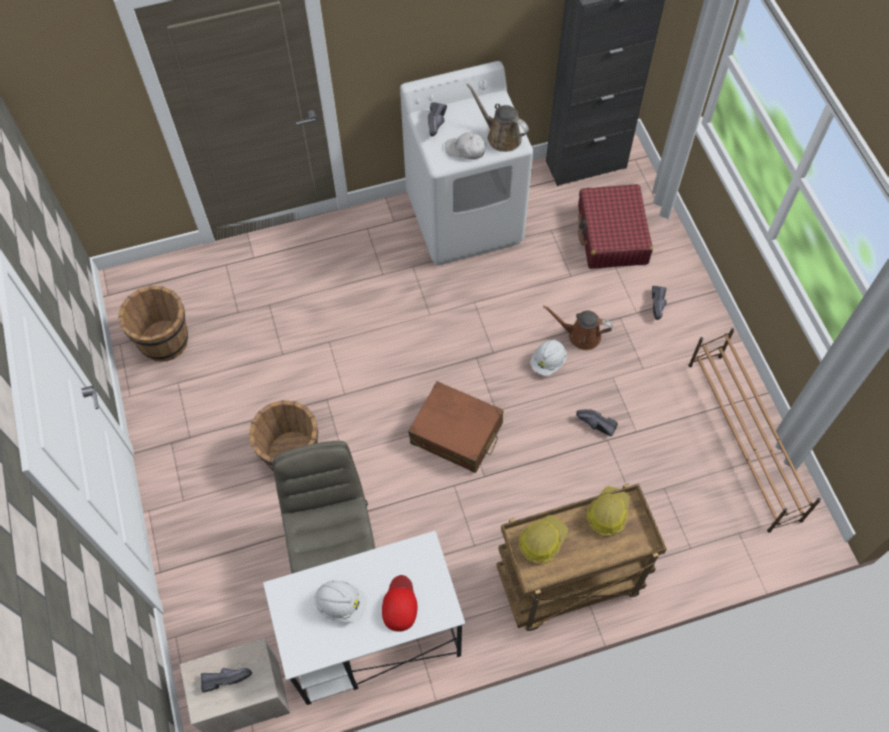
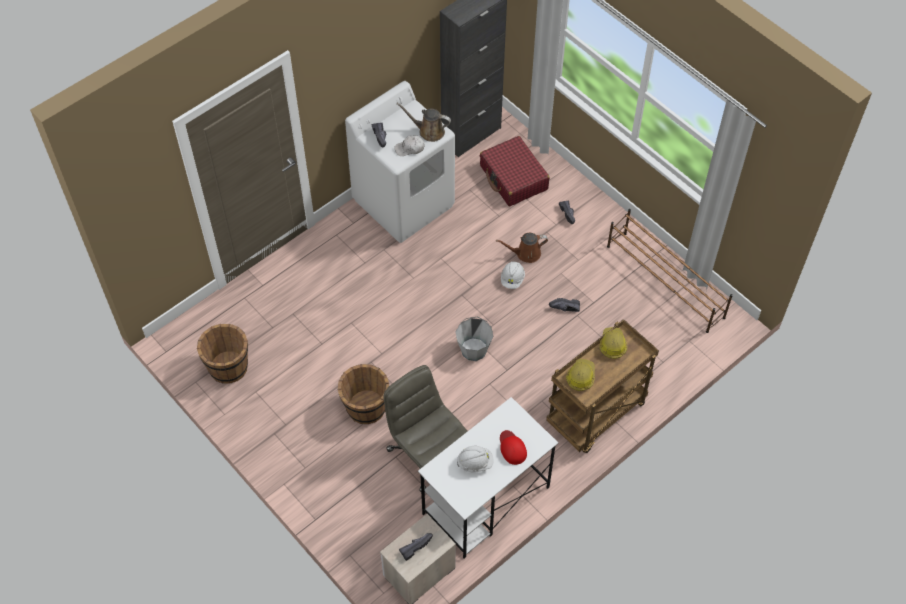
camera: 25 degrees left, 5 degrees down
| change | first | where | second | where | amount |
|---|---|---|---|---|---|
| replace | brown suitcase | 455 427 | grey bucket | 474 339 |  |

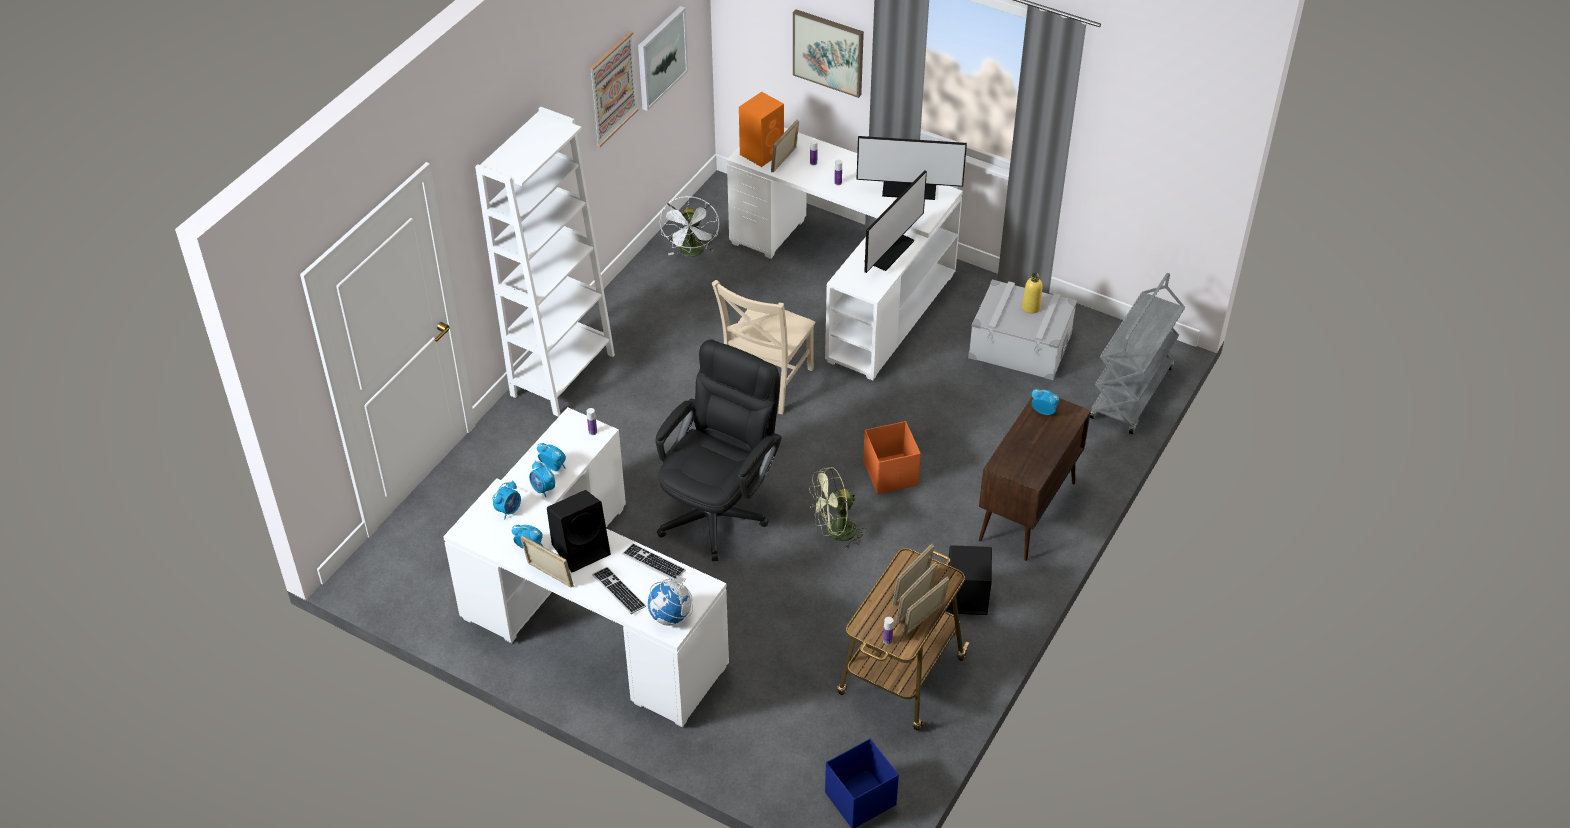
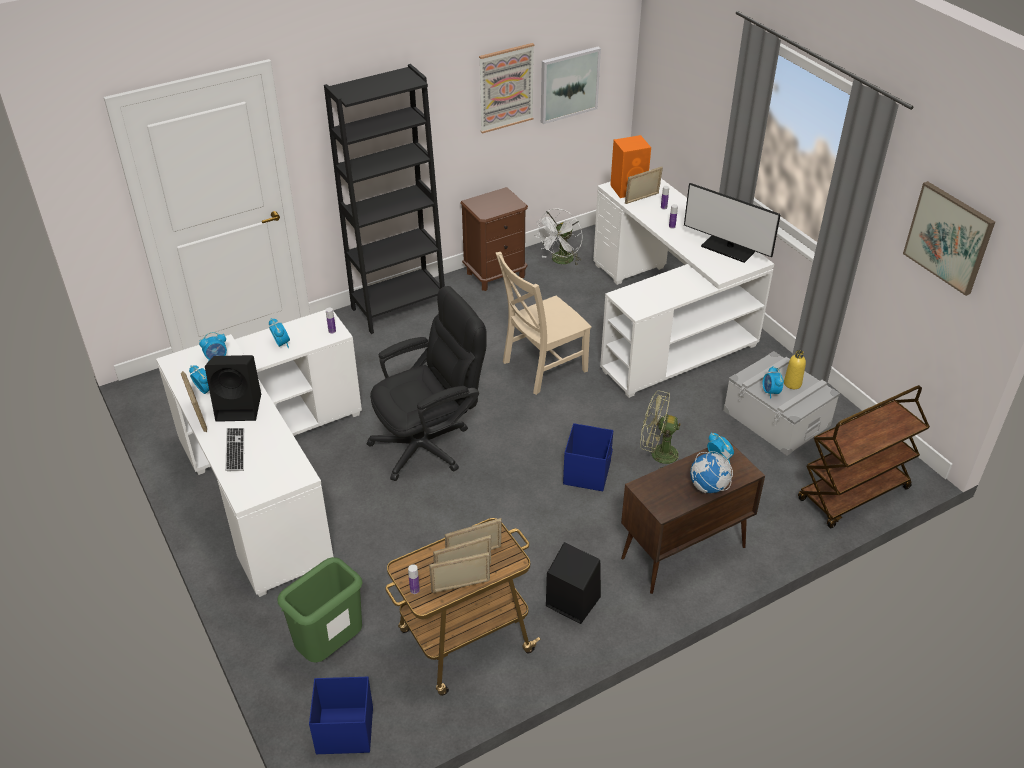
camera: 30 degrees right, 5 degrees down
| change | first | where | second | where | amount |
|---|---|---|---|---|---|
| move | picture | 828 53 |  | 949 238 |  |
| recolor | white bookcase | 545 262 | black bookcase | 384 199 |  |
| delete | monitor | 895 221 |  |  |  |
| recolor | grey cart | 1137 353 | brown cart | 864 456 |  |
| recolor | orange storage box | 892 457 | blue storage box | 588 457 |  |
| move | alarm clock | 542 478 |  | 773 382 |  |
| move | green fan | 838 508 |  | 660 430 |  |
| delete | keyboard | 654 561 |  |  |  |
| move | globe | 670 600 |  | 711 470 |  |
| insert |  |  | brown nightstand | 494 239 |  |
| insert |  |  | green trash can | 320 610 |  |

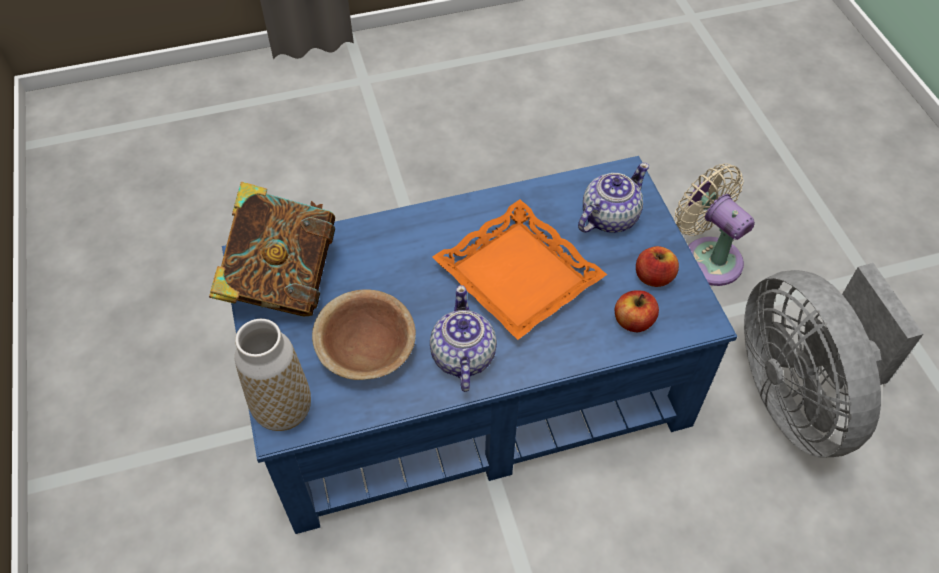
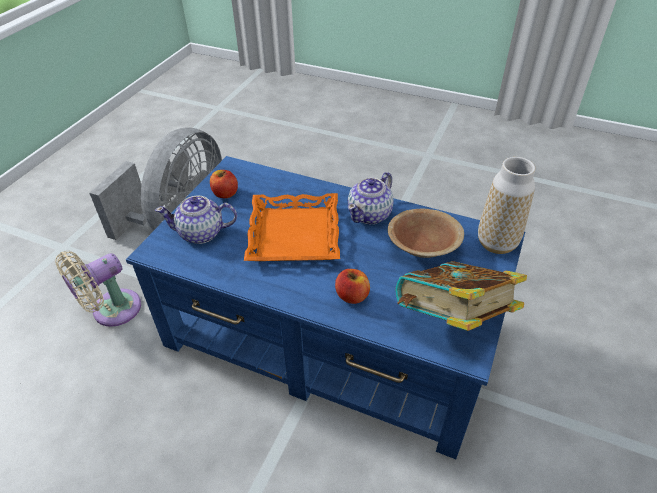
camera: 140 degrees left, 10 degrees down
| change | first | where | second | where | amount |
|---|---|---|---|---|---|
| rotate | beige fan | 714 225 |  | 98 289 | 45 degrees clockwise |
| move | apple | 637 311 |  | 352 286 |  |

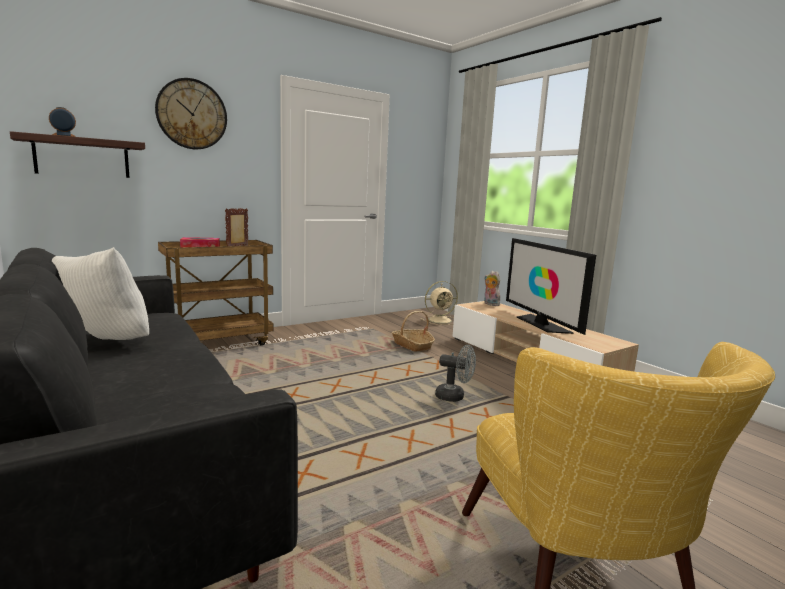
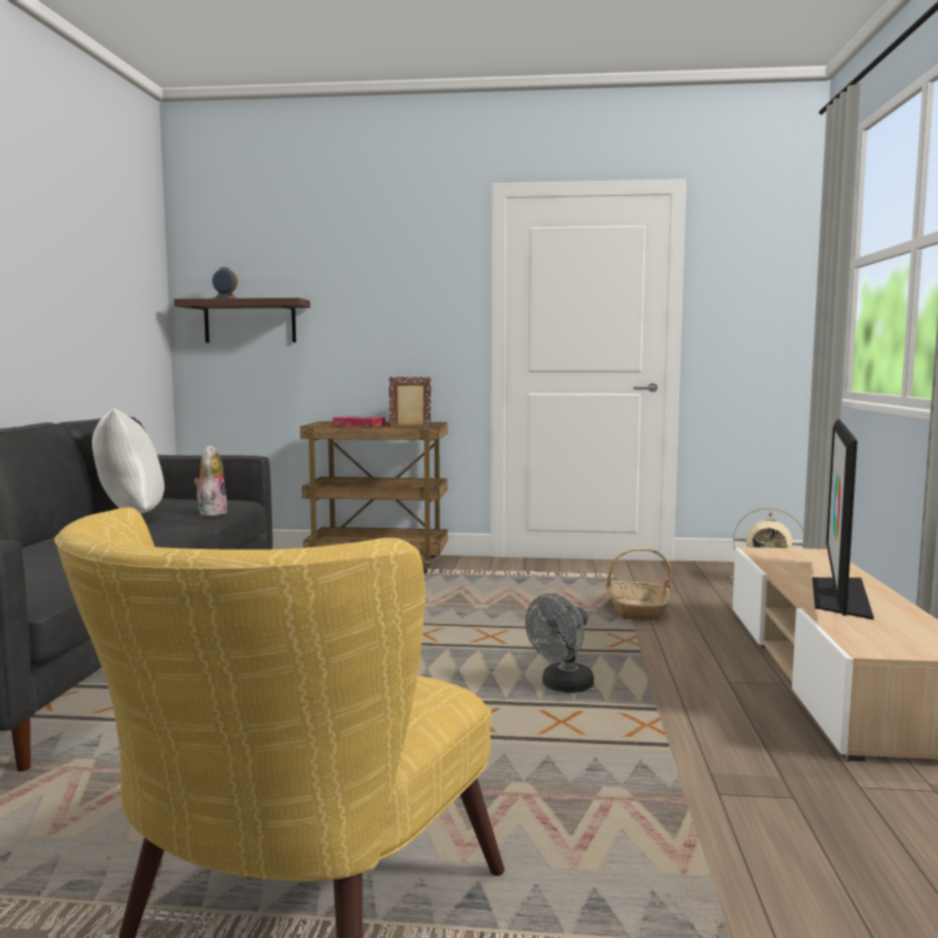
camera: 40 degrees right, 5 degrees down
| change | first | where | second | where | amount |
|---|---|---|---|---|---|
| delete | wall clock | 191 113 |  |  |  |
| move | plush toy | 492 288 |  | 211 480 |  |
| rotate | grey fan | 455 373 |  | 559 643 | 75 degrees clockwise |

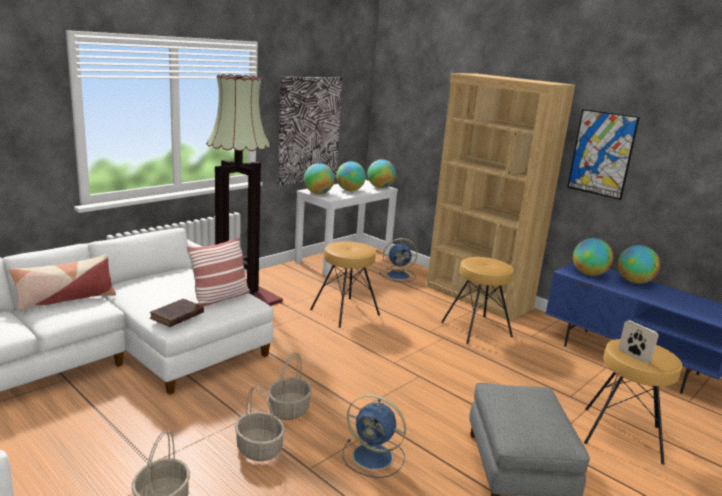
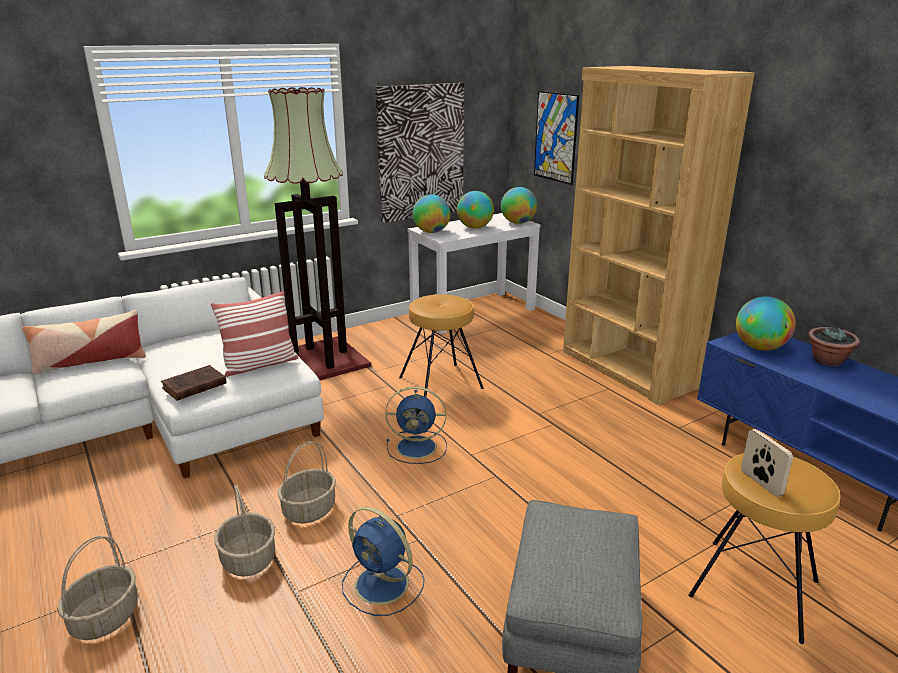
camera: 15 degrees right, 5 degrees up
| change | first | where | second | where | amount |
|---|---|---|---|---|---|
| move | picture | 603 154 |  | 556 138 |  |
| move | blue fan | 398 260 |  | 416 425 |  |
| replace | globe | 639 264 | potted plant | 834 347 |  |
| delete | brown stool | 477 300 |  |  |  |

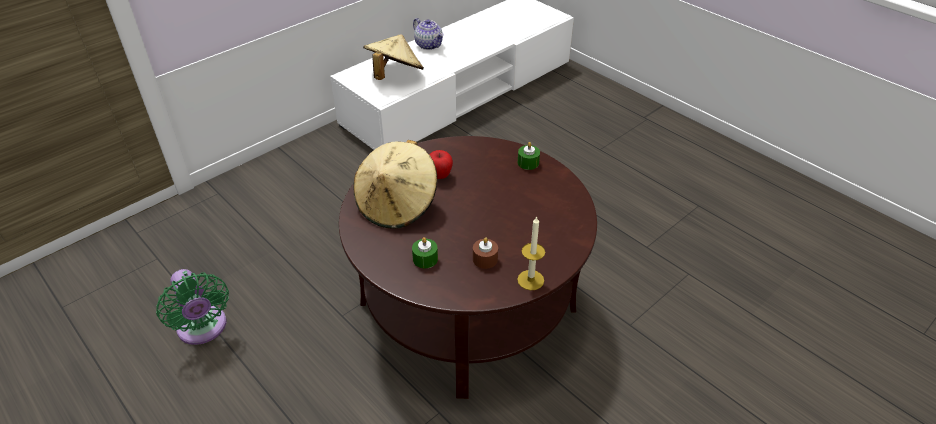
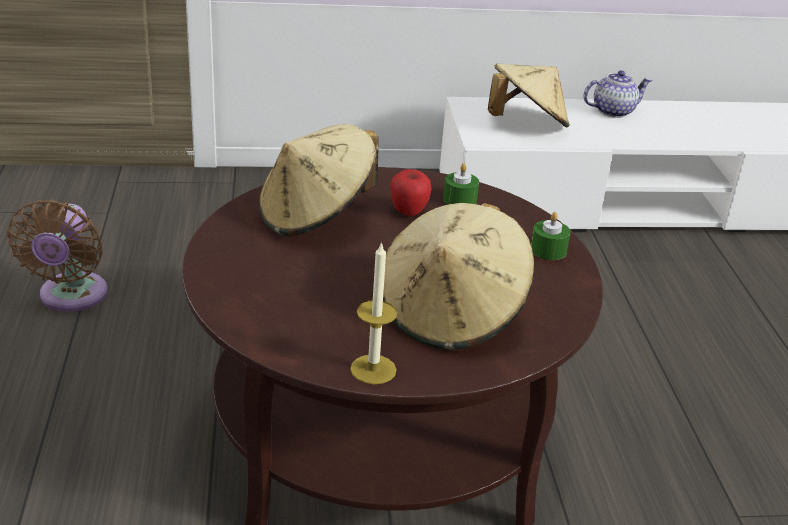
camera: 35 degrees right, 10 degrees down
| change | first | where | second | where | amount |
|---|---|---|---|---|---|
| rotate | teapot | 428 34 |  | 618 94 | 105 degrees counterclockwise |
| move | green candle | 425 252 |  | 461 184 |  |
| delete | brown candle | 485 253 |  |  |  |
| recolor | green fan | 192 307 | brown fan | 57 256 |  |
| insert |  |  | beige hat | 458 276 |  |

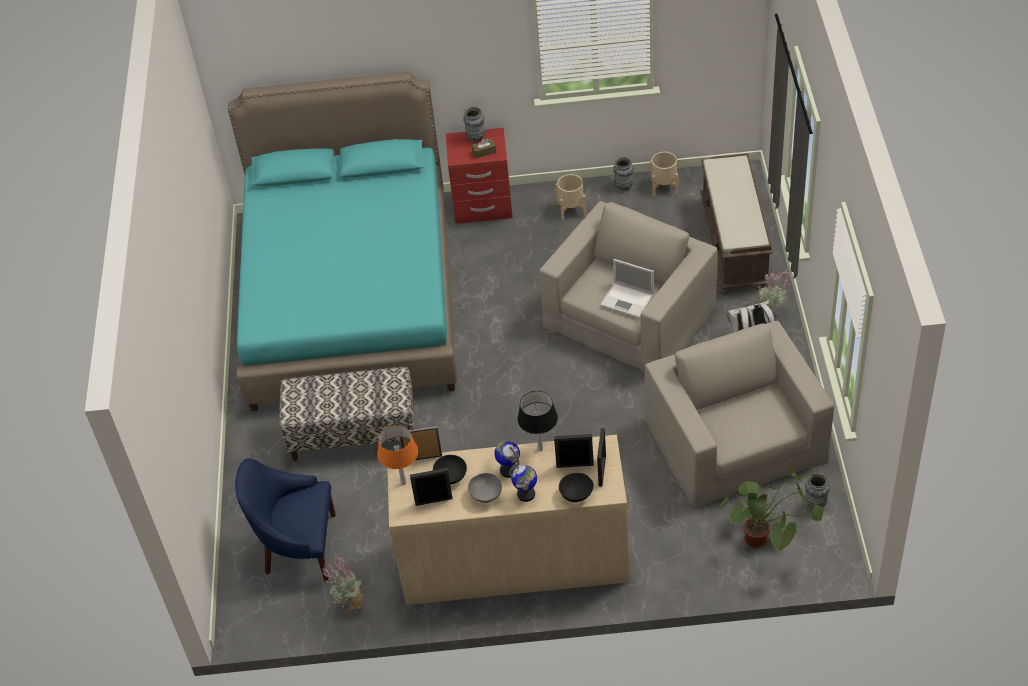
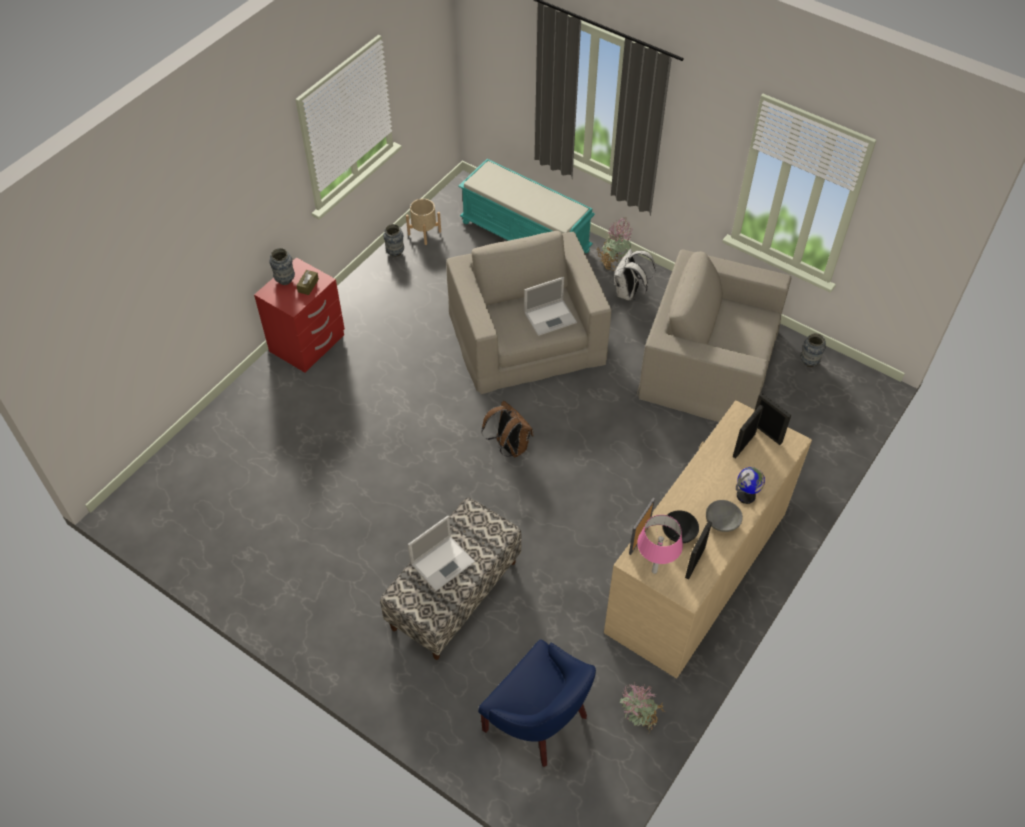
camera: 55 degrees left, 5 degrees up
| change | first | where | second | where | amount |
|---|---|---|---|---|---|
| delete | turquoise bed | 343 241 |  |  |  |
| recolor | brown bench | 736 223 | turquoise bench | 526 206 |  |
| delete | beige planter | 571 197 |  |  |  |
| delete | black table lamp | 538 421 |  |  |  |
| recolor | orange table lamp | 397 455 | pink table lamp | 660 544 |  |
| delete | globe | 507 459 |  |  |  |
| rotate | blue armchair | 285 519 |  | 537 703 | 90 degrees counterclockwise |
| delete | potted plant | 771 509 |  |  |  |
| delete | black bowl | 576 487 |  |  |  |
| insert |  |  | brown backpack | 507 429 |  |
| insert |  |  | laptop | 441 553 |  |

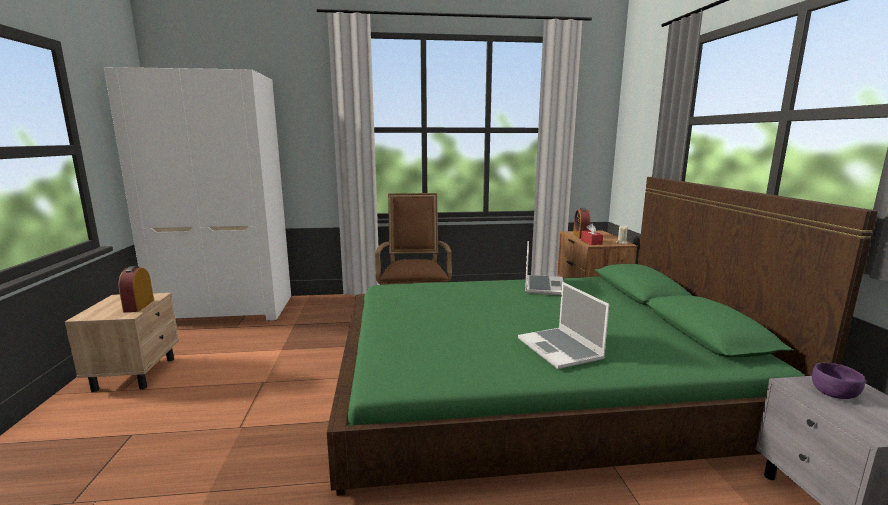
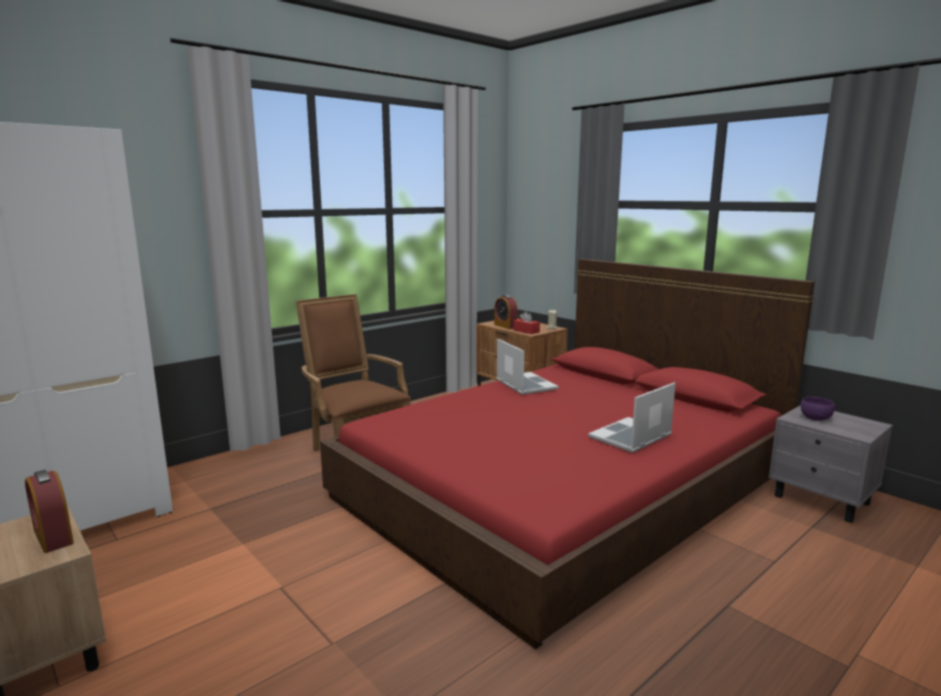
camera: 35 degrees left, 0 degrees up
| change | first | where | second | where | amount |
|---|---|---|---|---|---|
| recolor | green bed | 602 336 | red bed | 567 454 |  |
| rotate | laptop | 564 325 |  | 632 417 | 105 degrees clockwise |

